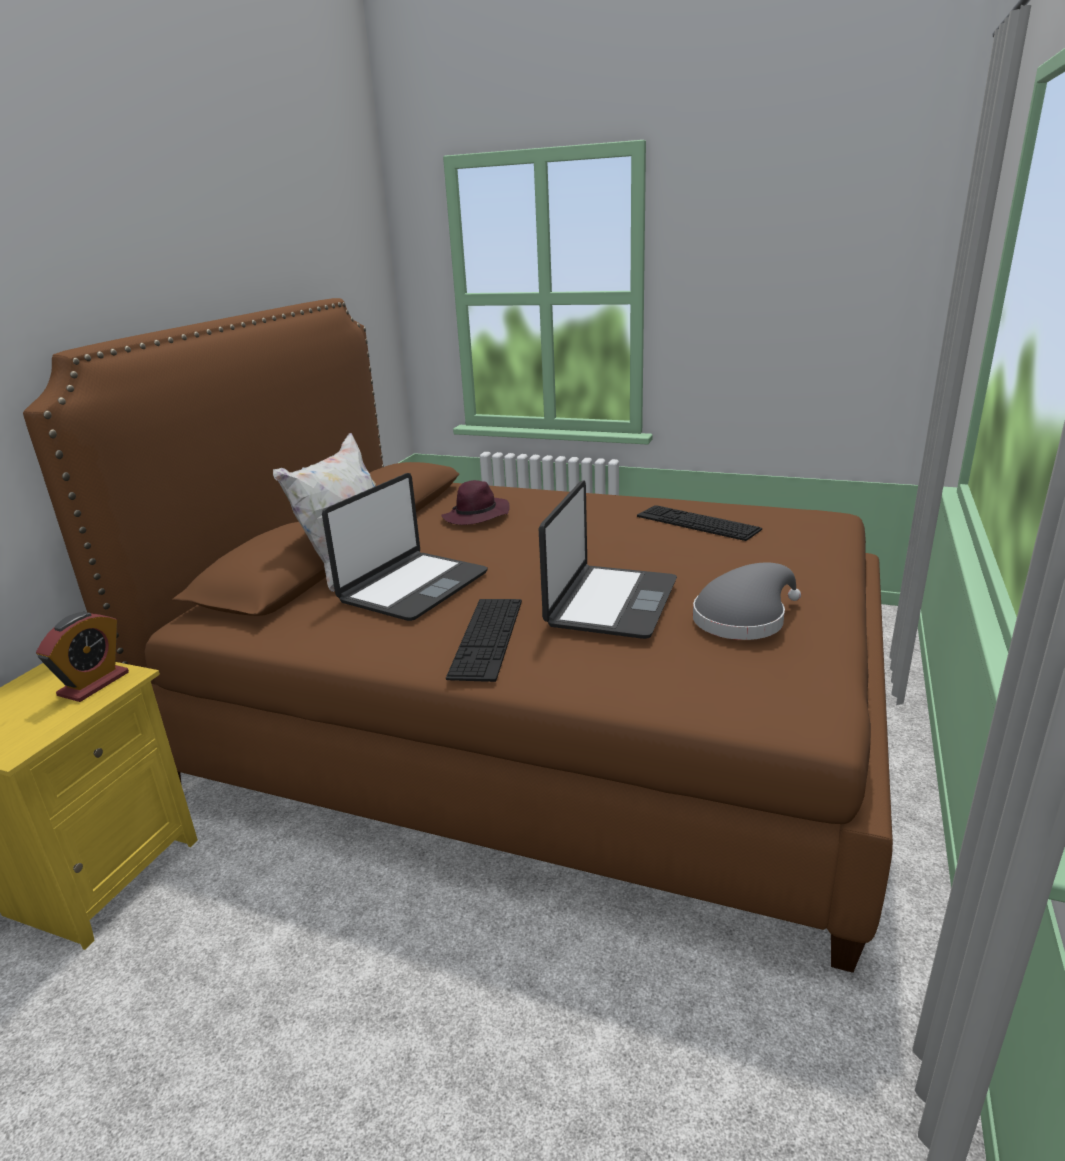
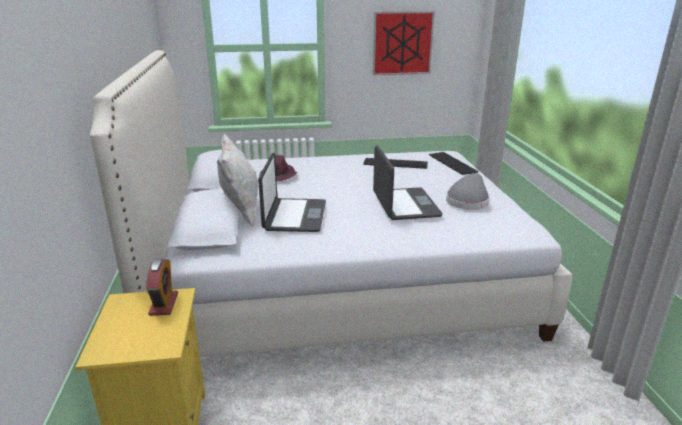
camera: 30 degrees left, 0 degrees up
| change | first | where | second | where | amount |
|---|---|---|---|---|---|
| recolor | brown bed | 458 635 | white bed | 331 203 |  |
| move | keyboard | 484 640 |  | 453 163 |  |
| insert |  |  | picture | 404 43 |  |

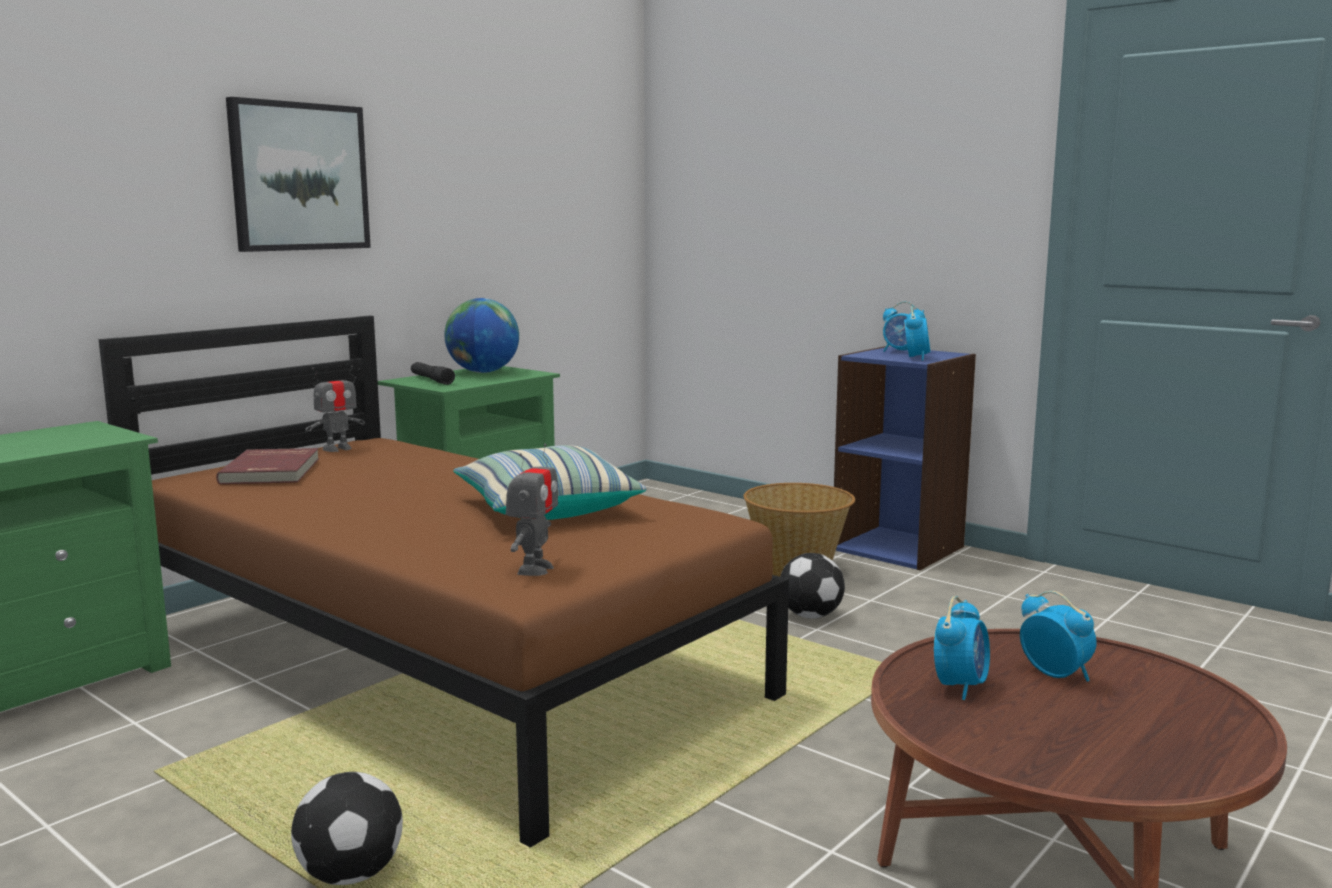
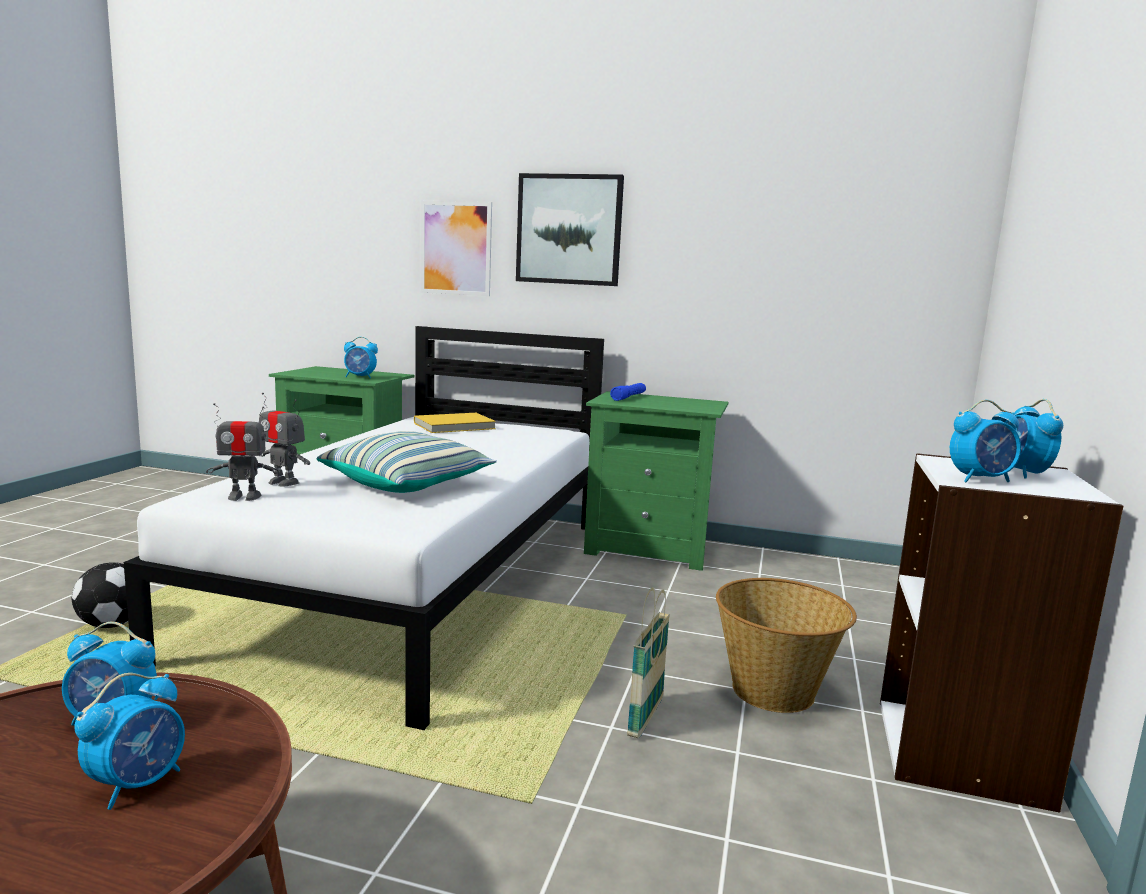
camera: 65 degrees right, 0 degrees up
| change | first | where | second | where | amount |
|---|---|---|---|---|---|
| delete | globe | 481 335 |  |  |  |
| recolor | brown bed | 444 582 | white bed | 364 528 |  |
| recolor | blue bookcase | 905 458 | white bookcase | 1001 633 |  |
| recolor | black flashlight | 433 373 | blue flashlight | 628 392 |  |
| move | toy robot | 335 409 |  | 284 439 |  |
| recolor | red book | 267 466 | yellow book | 455 423 |  |
| replace | football | 812 586 | basket | 648 663 |  |
| insert |  |  | picture | 456 248 |  |
| insert |  |  | alarm clock | 361 357 |  |

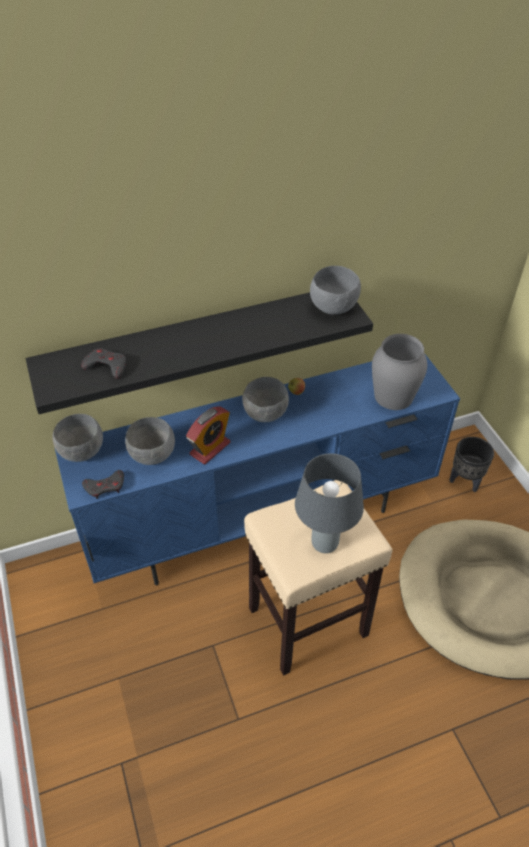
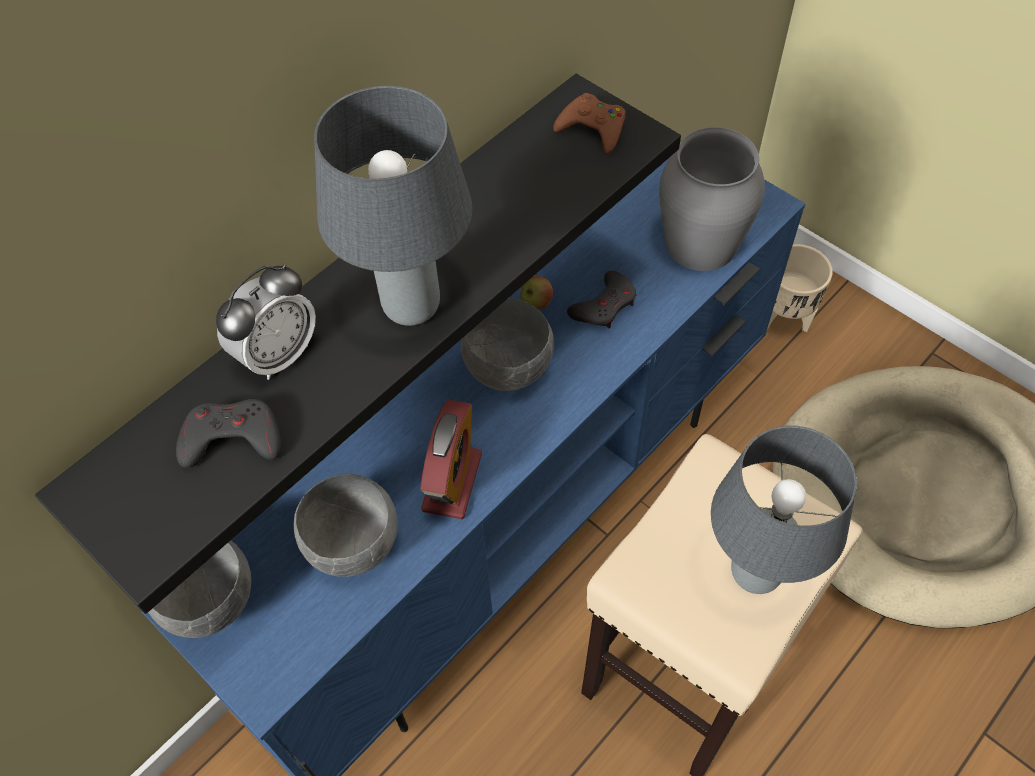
camera: 25 degrees left, 10 degrees up
| change | first | where | second | where | amount |
|---|---|---|---|---|---|
| replace | grey bowl | 335 290 | brown game controller | 589 123 |  |
| recolor | black planter | 472 464 | beige planter | 800 288 |  |
| move | grey game controller | 103 484 |  | 601 299 |  |
| insert |  |  | grey table lamp | 393 206 |  |
| insert |  |  | alarm clock | 266 322 |  |

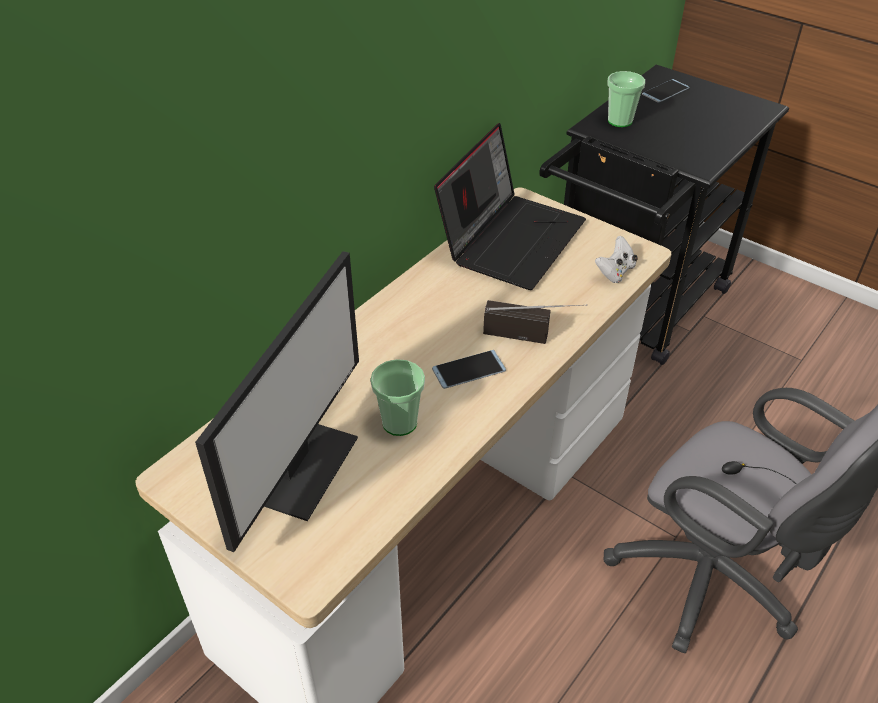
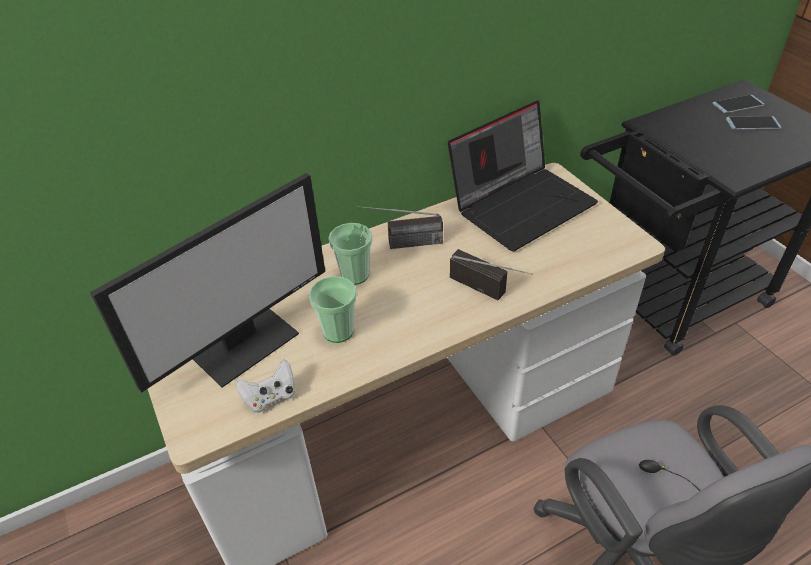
camera: 25 degrees right, 0 degrees up
| change | first | where | second | where | amount |
|---|---|---|---|---|---|
| move | cup | 626 99 |  | 351 254 |  |
| move | white game controller | 616 259 |  | 265 386 |  |
| move | phone | 469 369 |  | 753 122 |  |
| insert |  |  | radio | 399 227 |  |

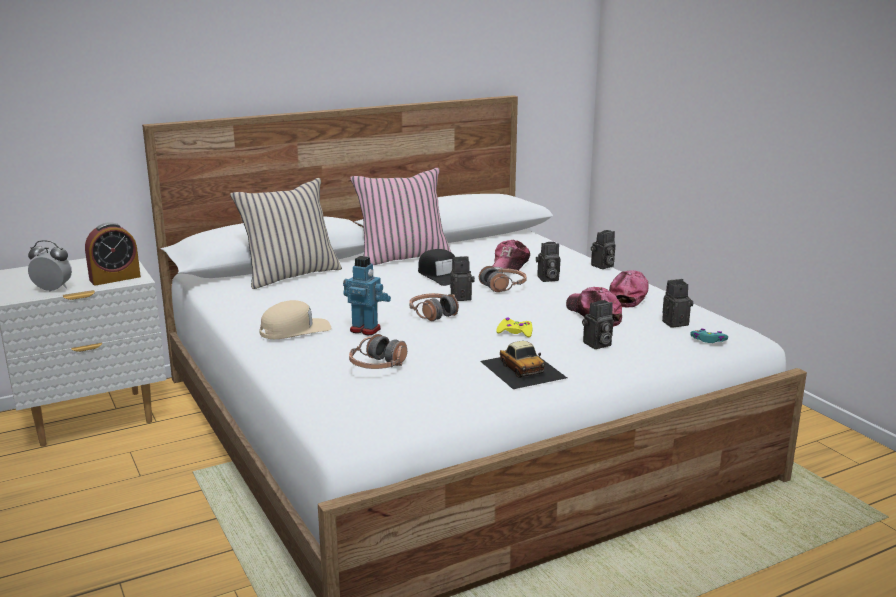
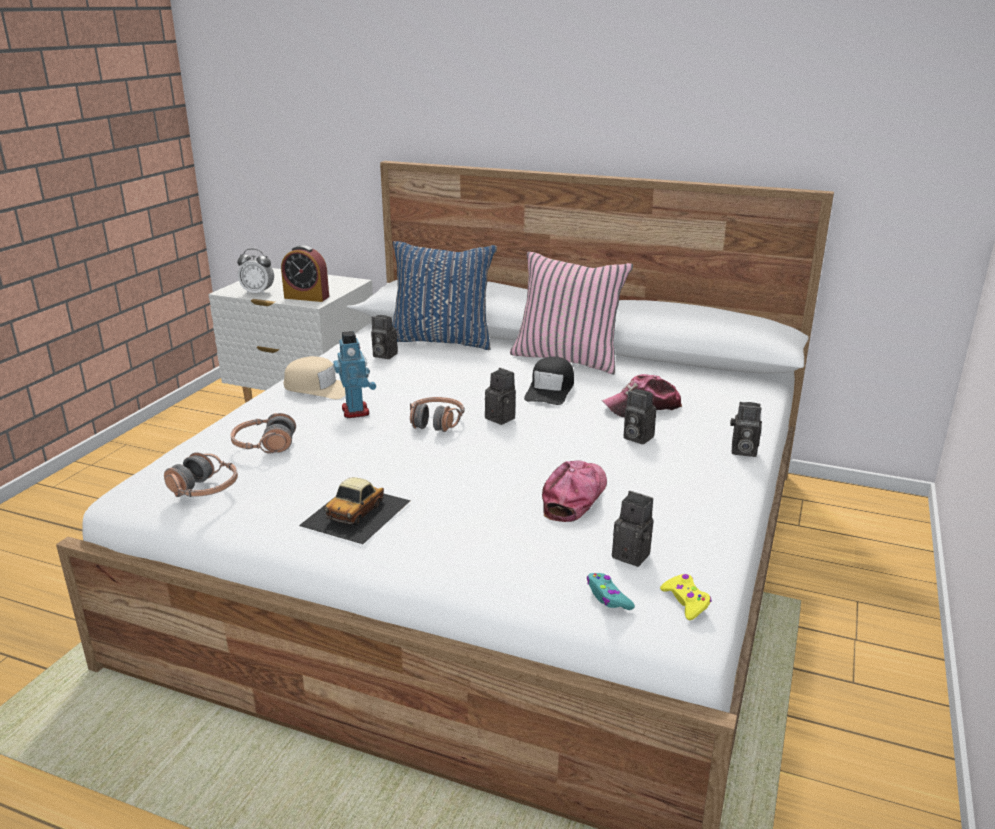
camera: 50 degrees right, 5 degrees up
| change | first | where | second | where | amount |
|---|---|---|---|---|---|
| recolor | beige pillow | 286 233 | blue pillow | 444 295 |  |
| rotate | alarm clock | 50 266 |  | 255 272 | 135 degrees clockwise |
| move | headphones | 503 279 |  | 201 474 |  |
| delete | cap | 629 289 |  |  |  |
| move | photo camera | 598 324 |  | 384 337 |  |
| move | yellow game controller | 514 327 |  | 686 597 |  |

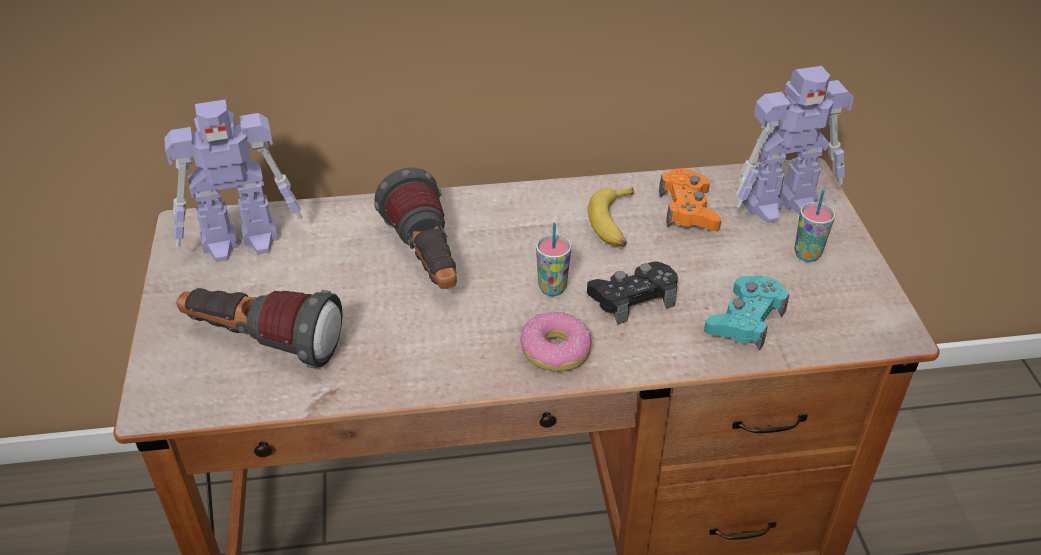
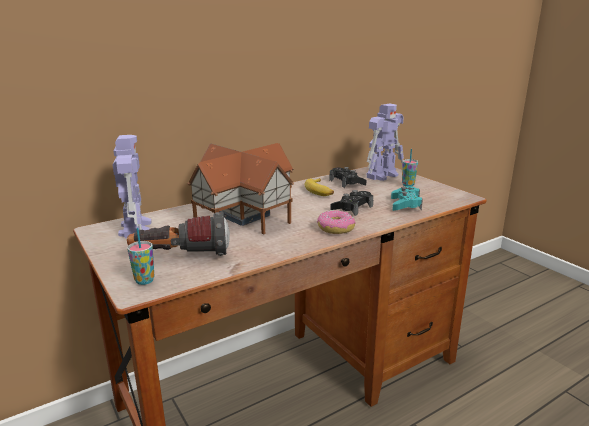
camera: 25 degrees left, 20 degrees down
| change | first | where | second | where | amount |
|---|---|---|---|---|---|
| rotate | toy robot | 233 181 |  | 132 186 | 60 degrees counterclockwise |
| replace | flashlight | 415 228 | toy house | 240 188 |  |
| recolor | orange game controller | 690 200 | black game controller | 348 177 |  |
| move | cup | 553 259 |  | 141 256 |  |

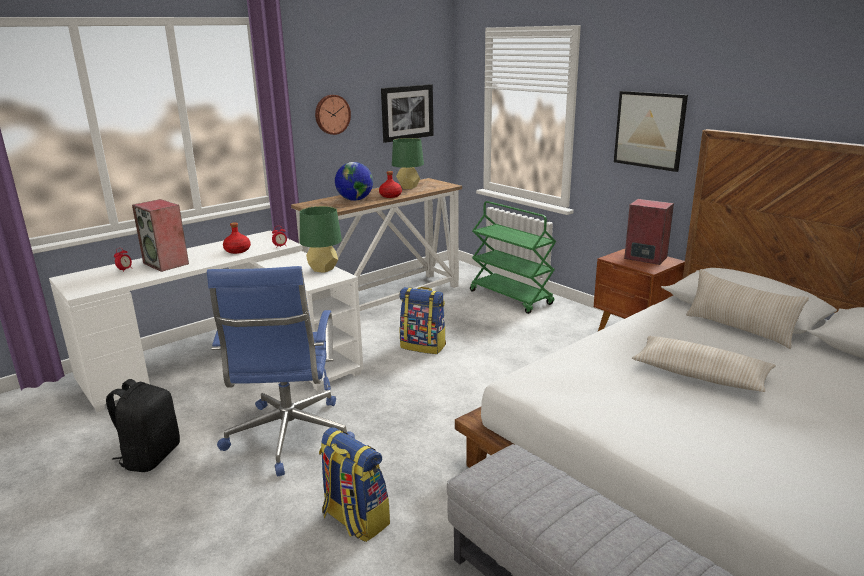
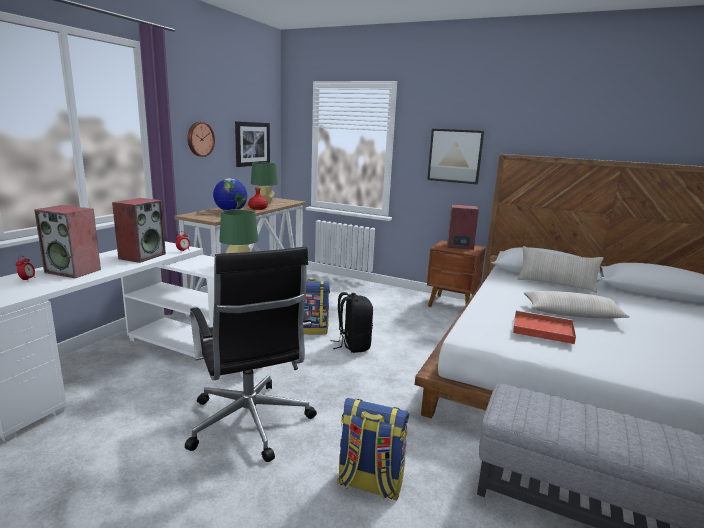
camera: 25 degrees left, 5 degrees down
| change | first | where | second | where | amount |
|---|---|---|---|---|---|
| delete | green cart | 513 257 |  |  |  |
| replace | red bottle | 237 238 | speaker | 139 230 |  |
| recolor | blue office chair | 281 371 | black office chair | 251 354 |  |
| move | black backpack | 143 425 |  | 351 322 |  |
| insert |  |  | red tray | 544 327 |  |

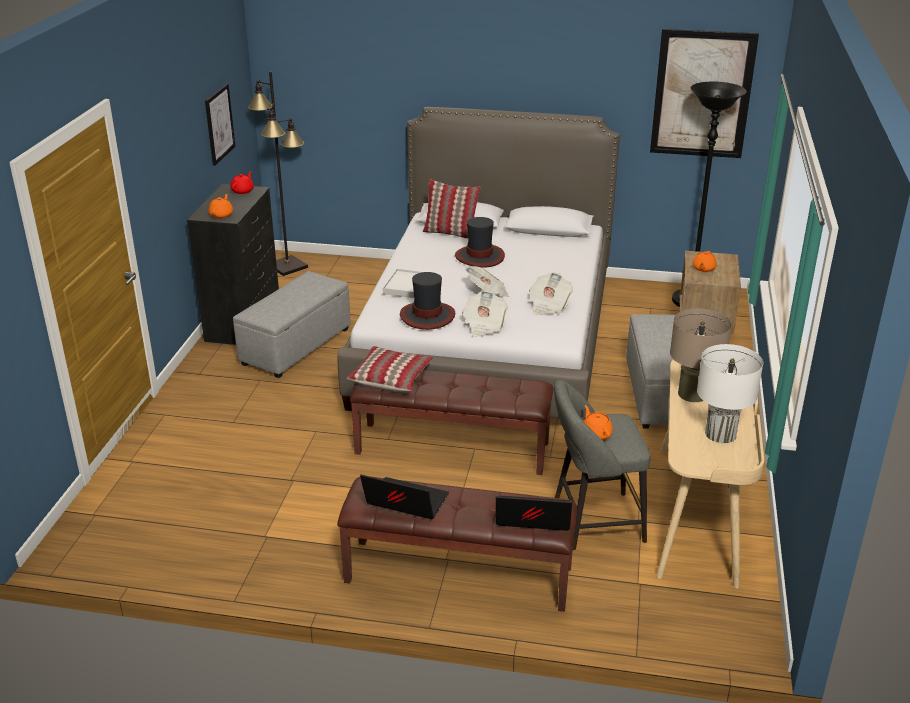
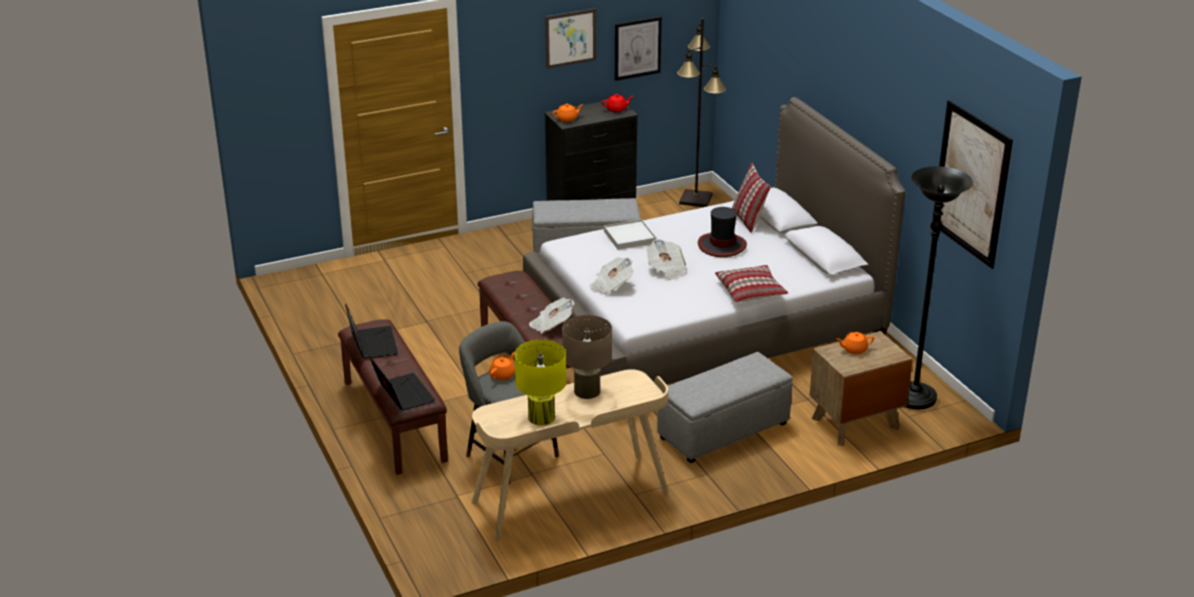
camera: 55 degrees right, 0 degrees up
| change | first | where | second | where | amount |
|---|---|---|---|---|---|
| delete | hat | 427 301 |  |  |  |
| move | newspaper | 551 293 |  | 552 315 |  |
| recolor | white table lamp | 730 393 | yellow table lamp | 540 383 |  |
| move | pillow | 390 368 |  | 751 283 |  |
| insert |  |  | picture | 570 38 |  |

